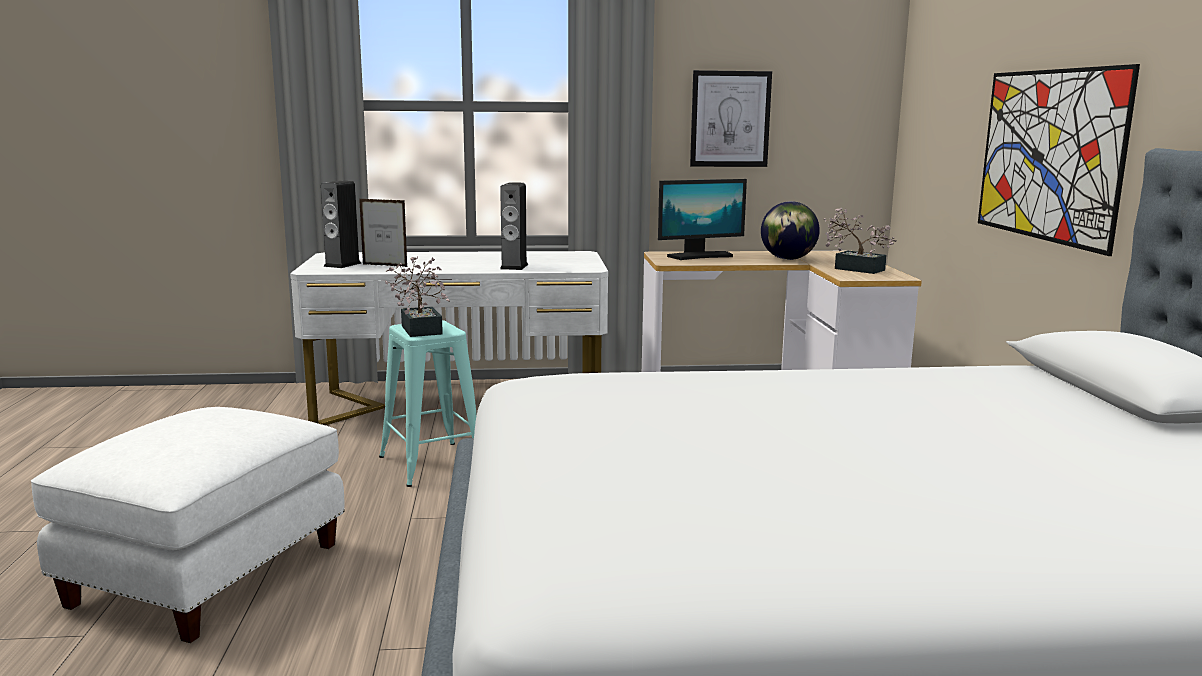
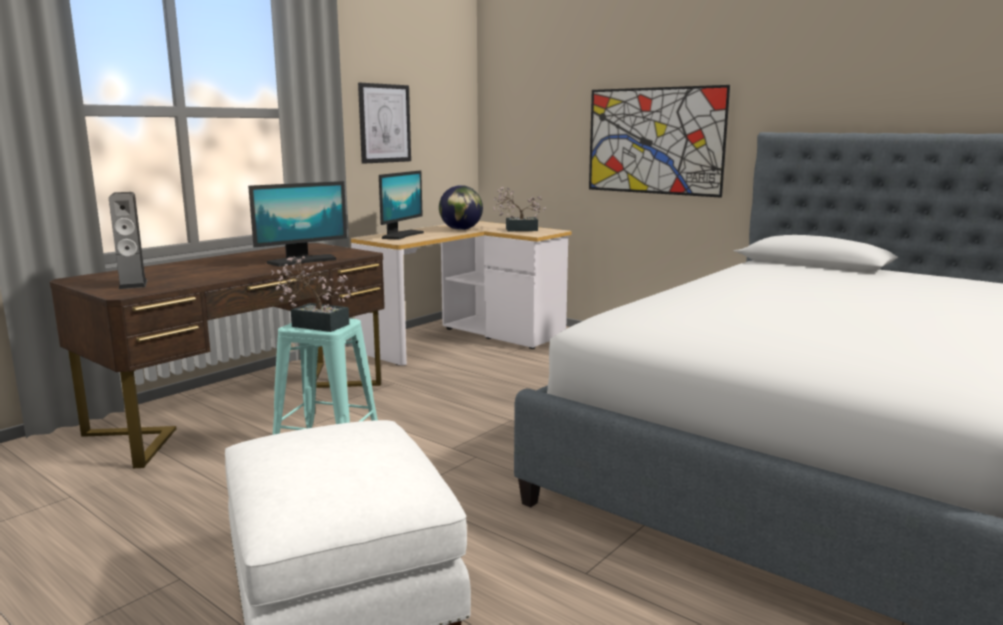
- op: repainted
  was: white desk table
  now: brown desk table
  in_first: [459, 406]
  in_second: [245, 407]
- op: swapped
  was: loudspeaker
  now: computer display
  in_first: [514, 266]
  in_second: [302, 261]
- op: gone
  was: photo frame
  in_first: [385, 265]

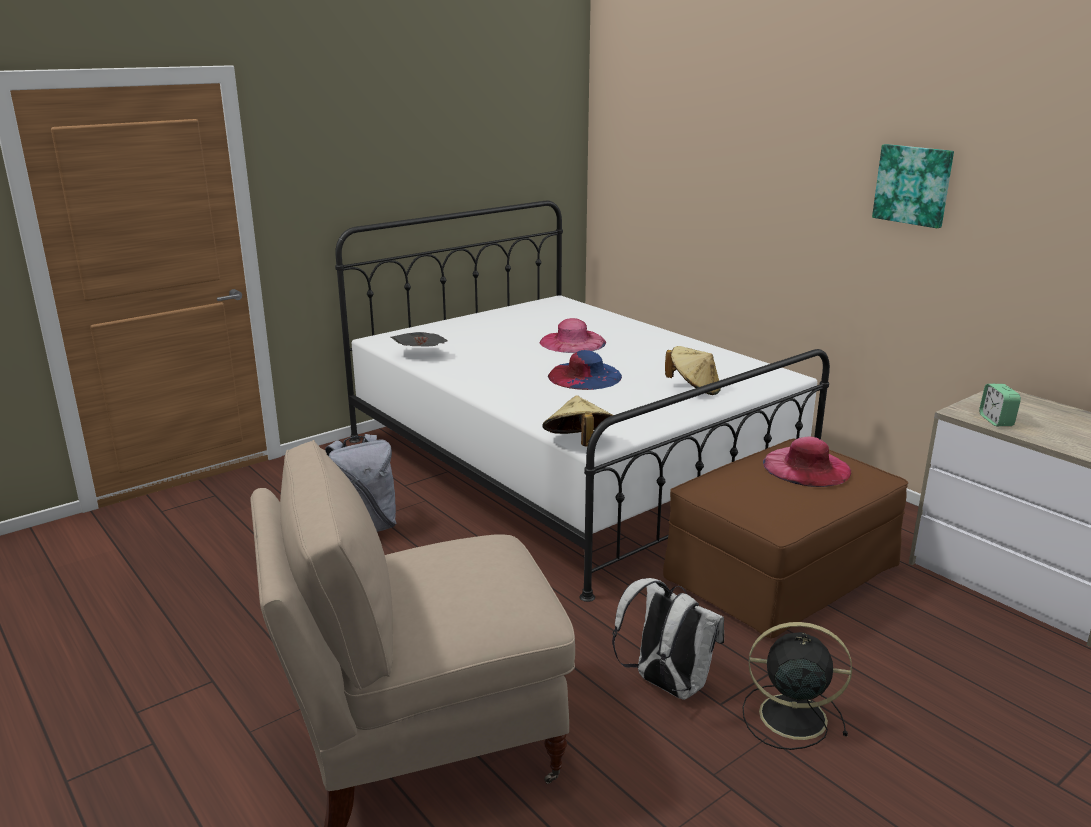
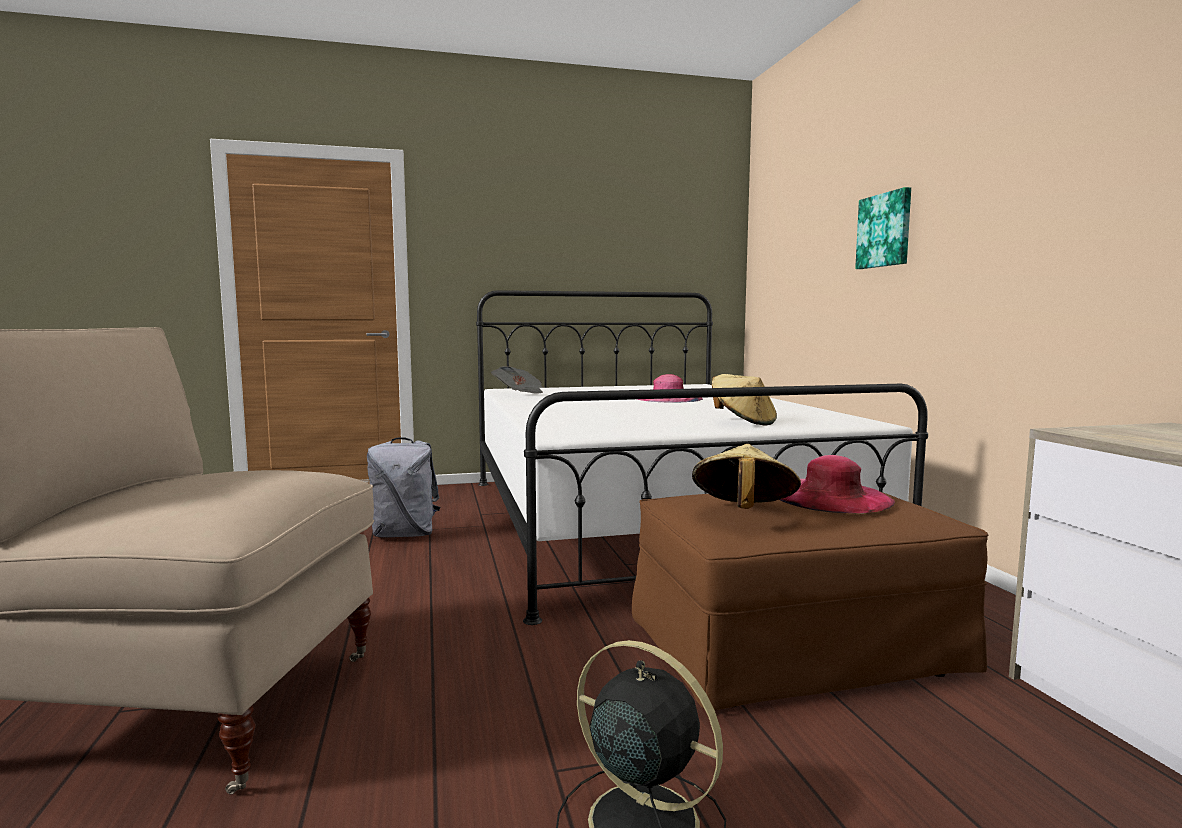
- op: shifted
  was: beige wearable hat
  in_first: [578, 444]
  in_second: [743, 512]
- op: shifted
  was: wall art
  in_first: [913, 185]
  in_second: [885, 230]
- op: gone
  was: bluish wearable hat
  in_first: [585, 376]
- op: gone
  was: white knapsack
  in_first: [666, 685]
- op: gone
  was: bedside clock
  in_first: [996, 421]

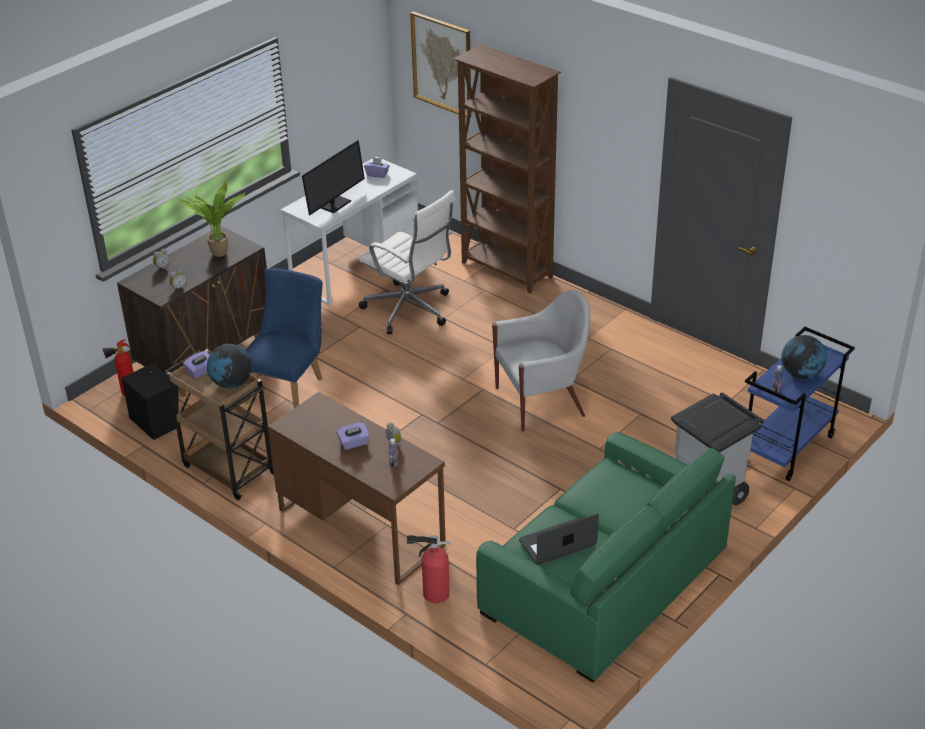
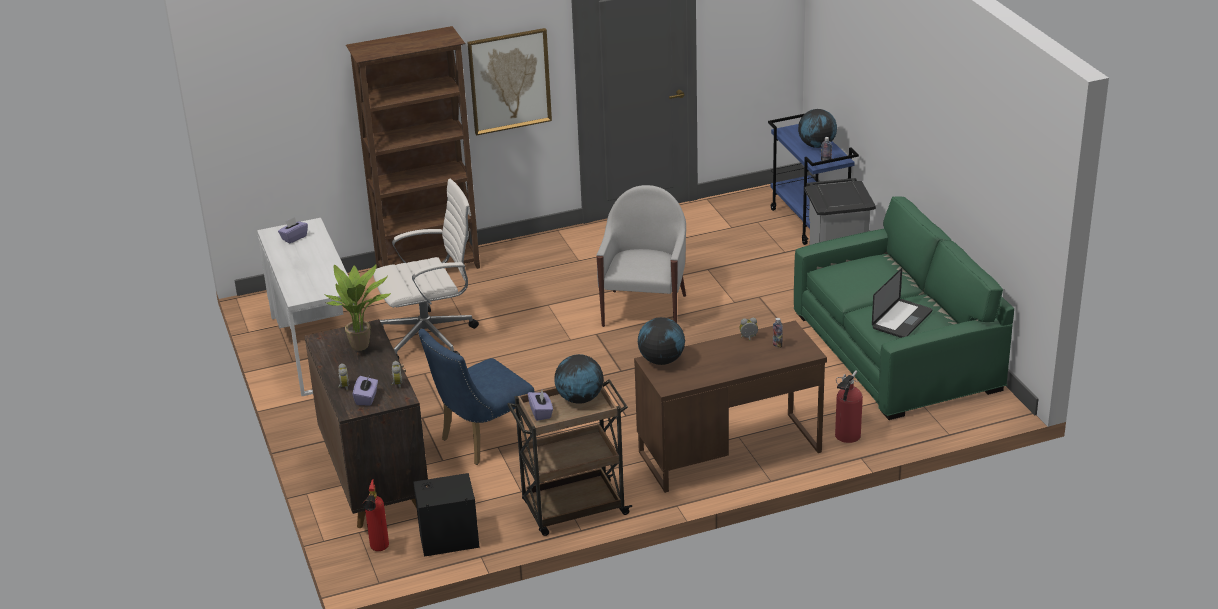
- op: shifted
  was: purple-coloured tissue holder
  in_first: [354, 443]
  in_second: [367, 398]
- op: rotated
  was: bluish plain chair
  in_first: [289, 388]
  in_second: [481, 440]
  clockwise: -90
- op: shifted
  was: wall art
  in_first: [442, 64]
  in_second: [509, 81]
- op: new
  now: globe
  in_second: [661, 360]
- op: rotated
  was: portable computer
  in_first: [557, 543]
  in_second: [902, 320]
  clockwise: -150
- op: gone
  was: computer display
  in_first: [332, 203]

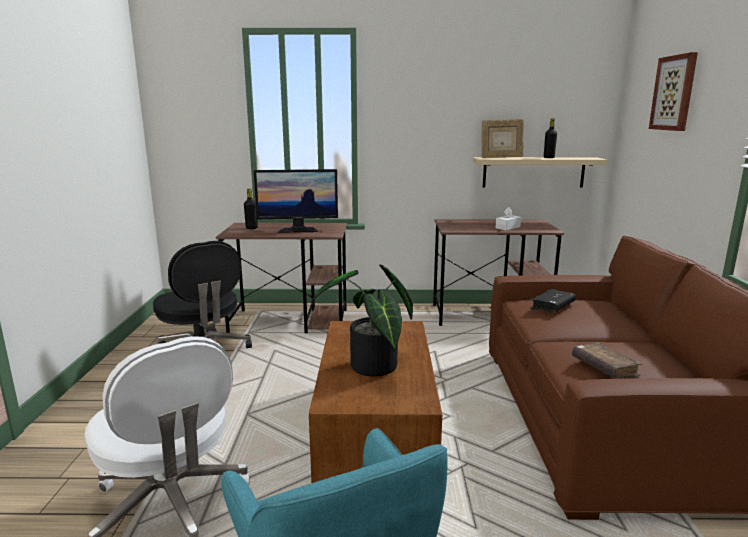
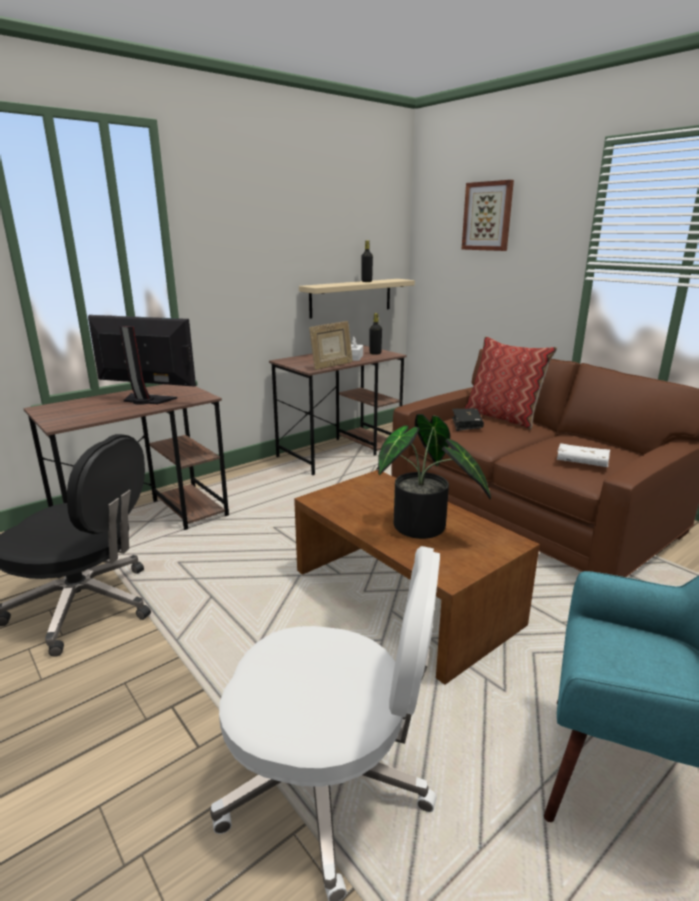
- op: rotated
  was: computer display
  in_first: [298, 230]
  in_second: [146, 400]
  clockwise: -120
- op: shifted
  was: photo frame
  in_first: [501, 157]
  in_second: [332, 366]
- op: shifted
  was: black drink bottle
  in_first: [251, 228]
  in_second: [375, 353]
- op: new
  now: cushion
  in_second: [503, 417]
- op: repainted
  was: brown bound book
  now: white bound book
  in_first: [604, 368]
  in_second: [581, 462]

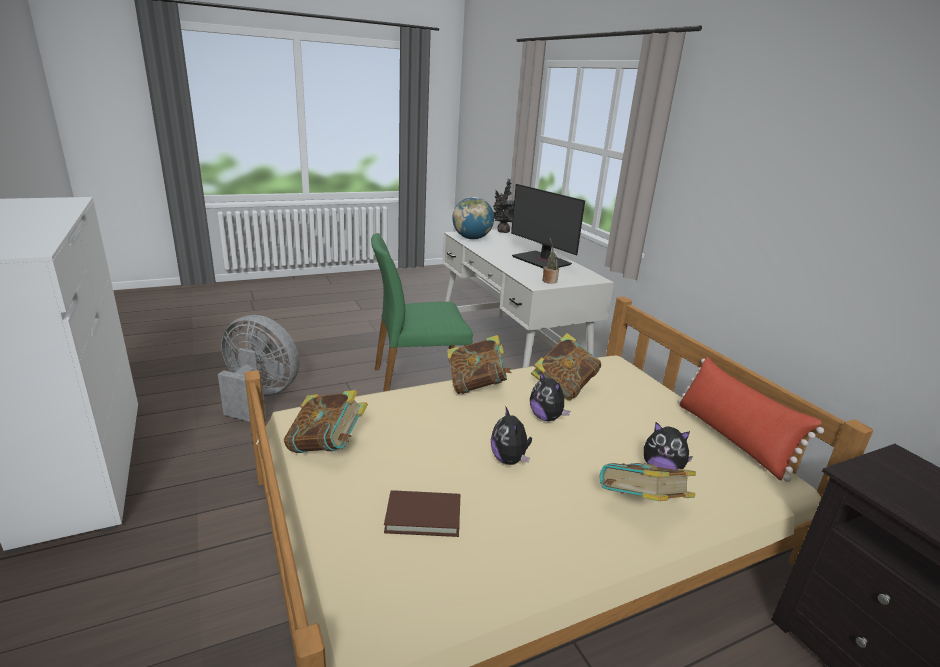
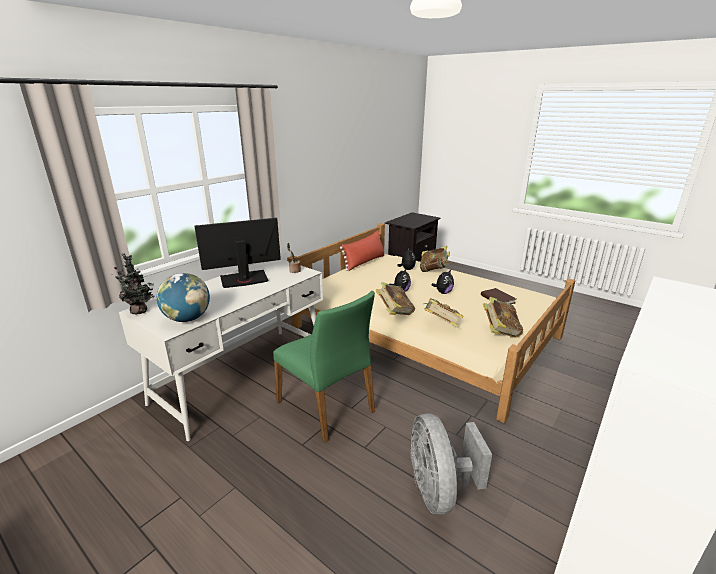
- op: rotated
  was: computer display
  in_first: [542, 261]
  in_second: [244, 279]
  clockwise: -135
- op: shifted
  was: bound book
  in_first: [563, 387]
  in_second: [441, 325]

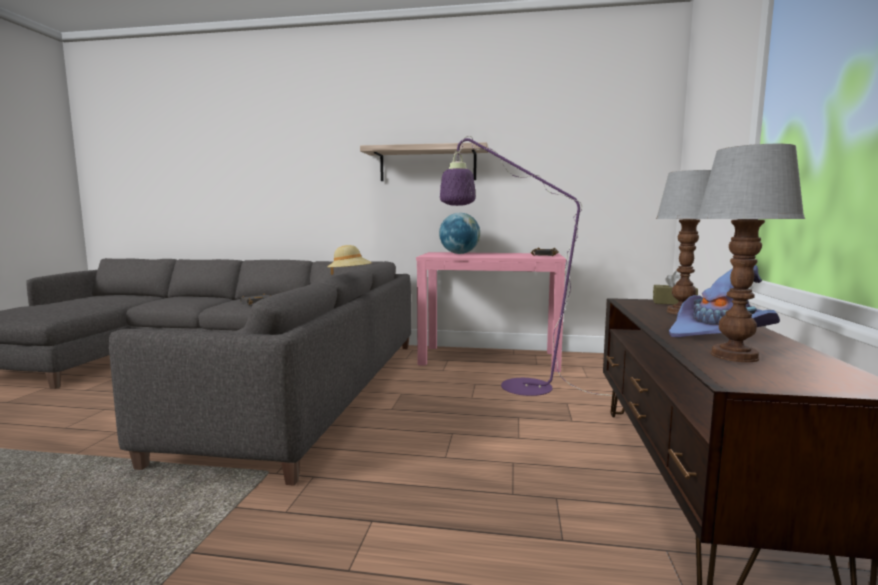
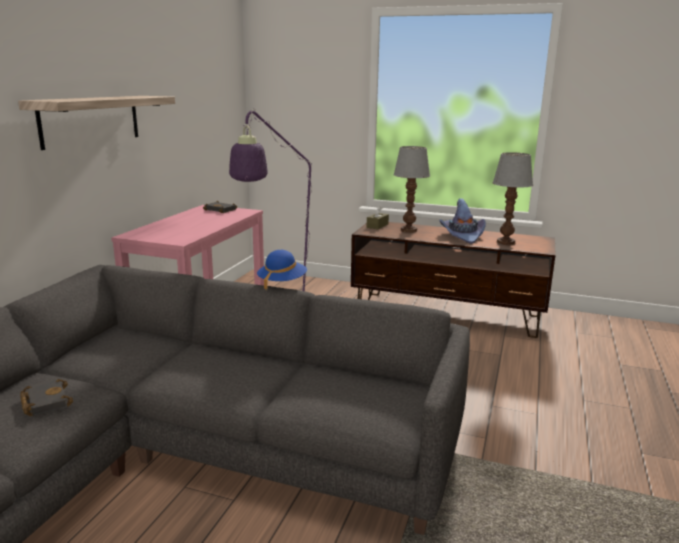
- op: repainted
  was: beige wearable hat
  now: bluish wearable hat
  in_first: [350, 276]
  in_second: [282, 283]
- op: gone
  was: globe
  in_first: [459, 253]

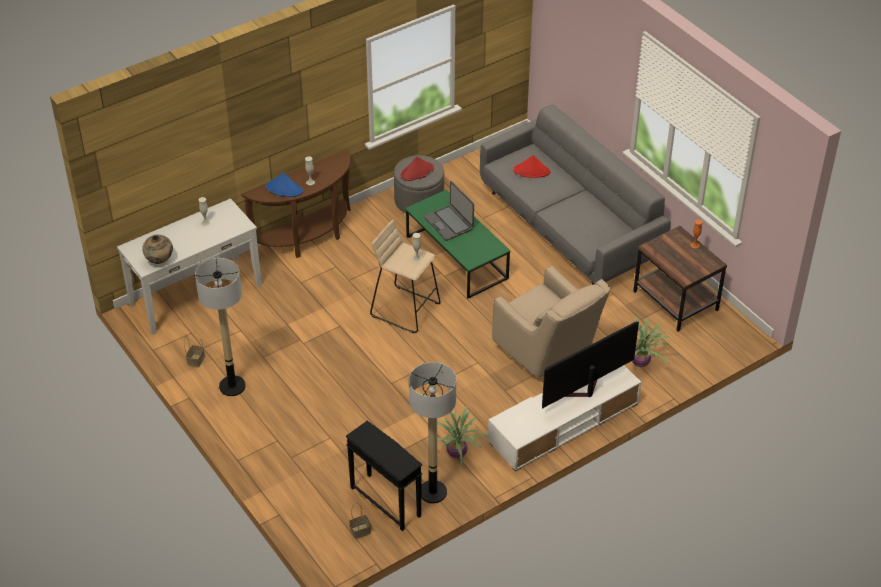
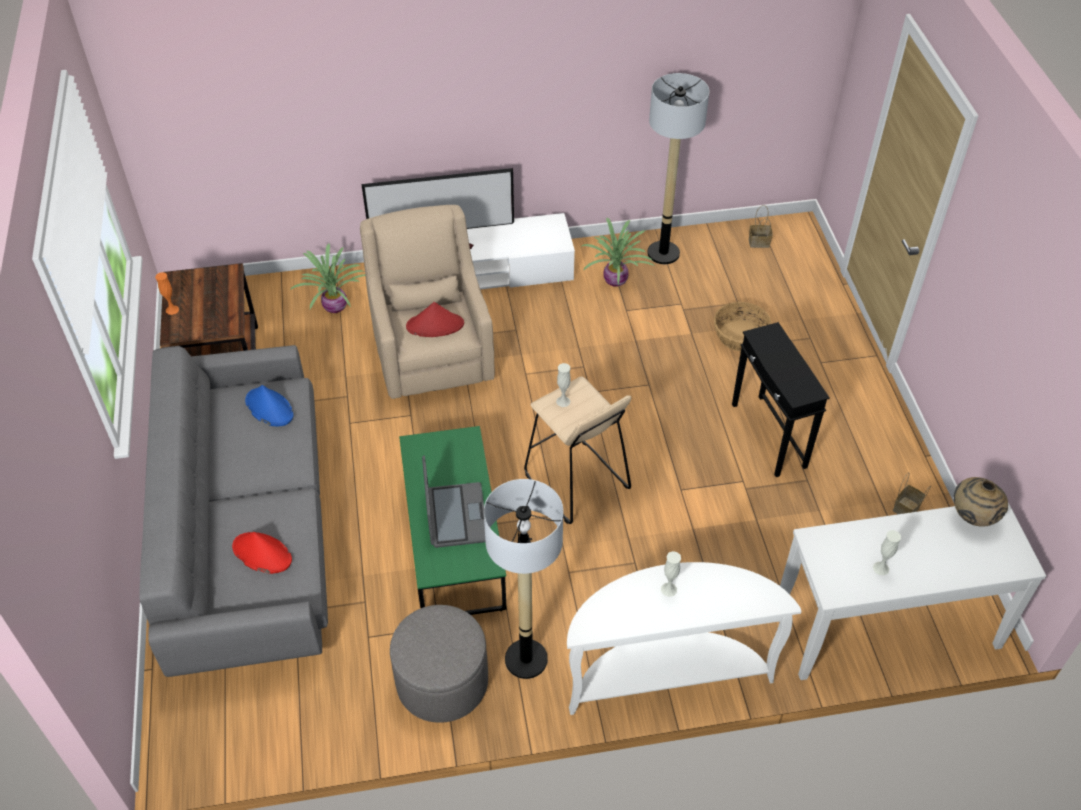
- op: shifted
  was: bluish wearable hat
  in_first: [284, 189]
  in_second: [269, 408]
- op: shifted
  was: reddish wearable hat
  in_first: [417, 172]
  in_second: [435, 325]
- op: shifted
  was: floor lamp
  in_first: [232, 386]
  in_second: [526, 659]
- op: repainted
  was: brown console table
  now: white console table
  in_first: [308, 238]
  in_second: [666, 673]
- op: new
  now: storage basket
  in_second: [740, 335]
- op: shifted
  was: black side table
  in_first: [385, 501]
  in_second: [768, 436]

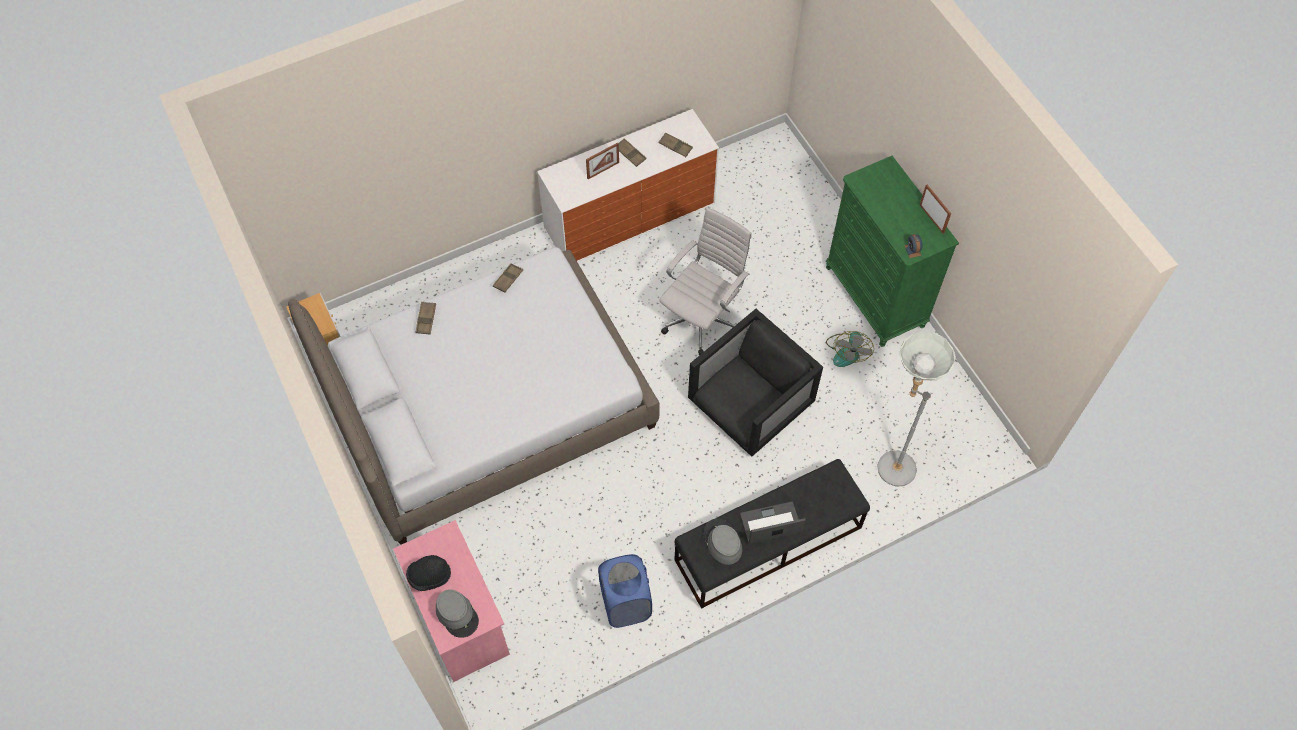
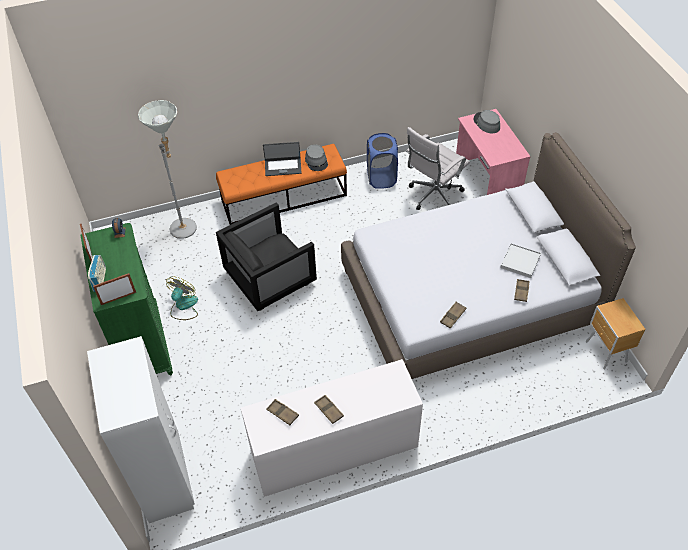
- op: new
  now: white wardrobe
  in_second: [165, 477]
- op: new
  now: radio set
  in_second: [100, 280]
- op: shifted
  was: photo frame
  in_first: [603, 170]
  in_second: [118, 298]
- op: repainted
  was: black indoor bench
  now: orange indoor bench
  in_first: [768, 544]
  in_second: [284, 198]
- op: shifted
  was: white desk chair
  in_first: [702, 319]
  in_second: [433, 196]
- op: new
  now: white carrying tray
  in_second: [520, 261]
- op: gone
  was: black wearable hat
  in_first: [429, 576]

